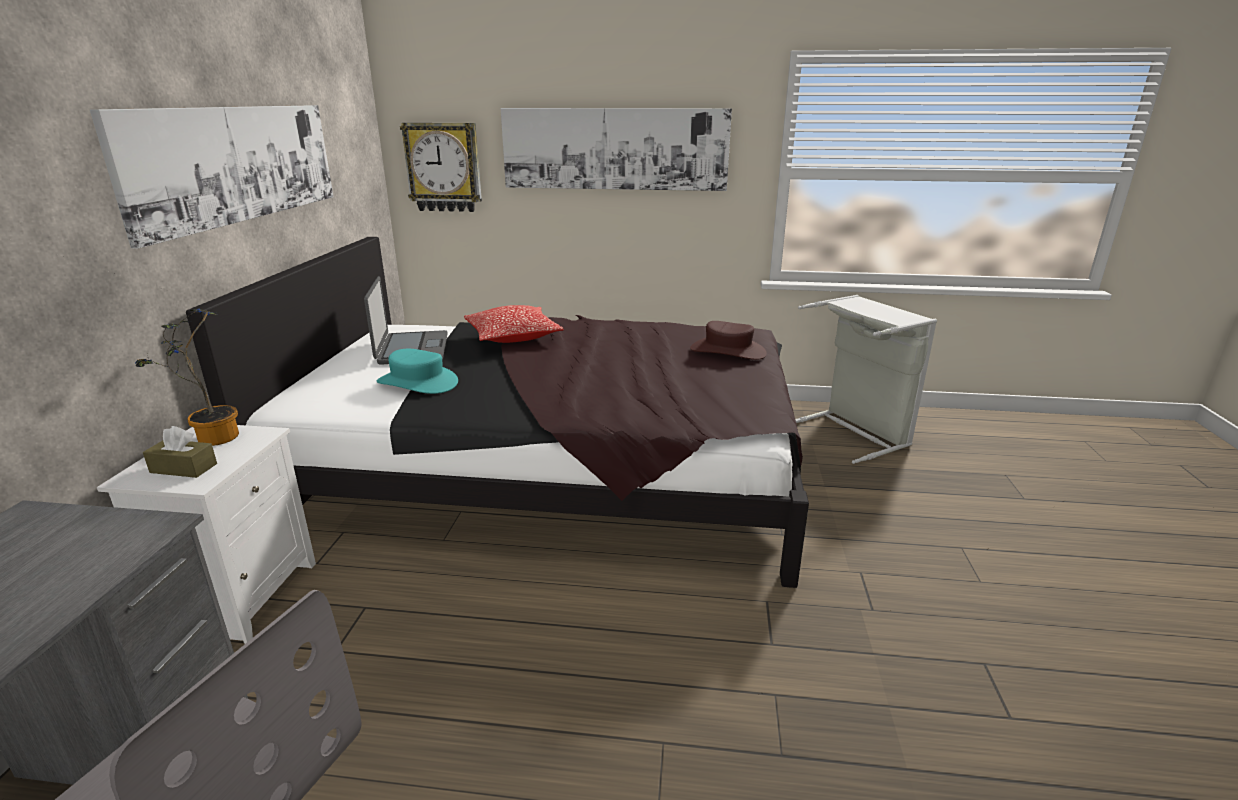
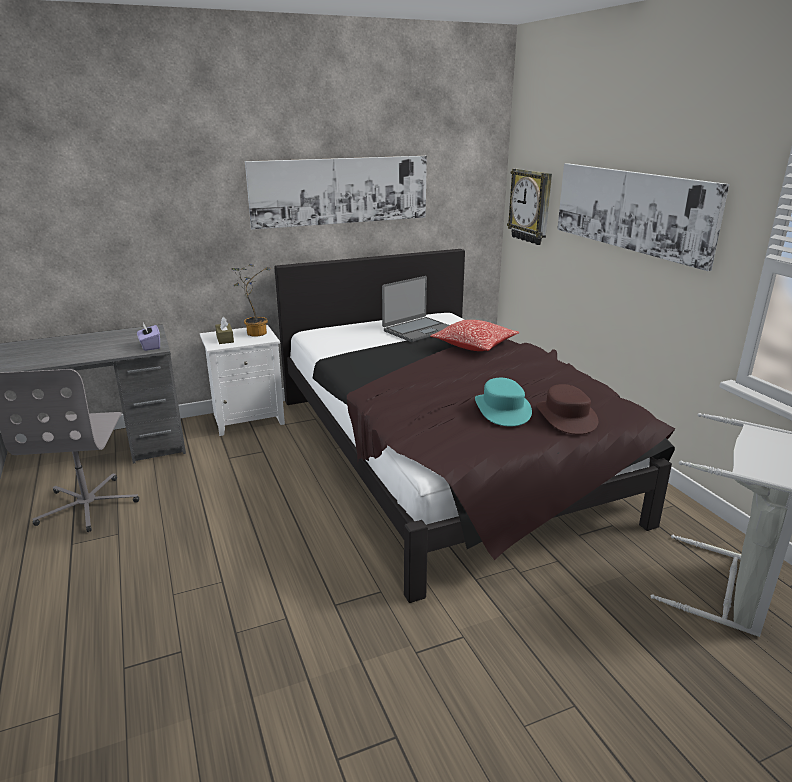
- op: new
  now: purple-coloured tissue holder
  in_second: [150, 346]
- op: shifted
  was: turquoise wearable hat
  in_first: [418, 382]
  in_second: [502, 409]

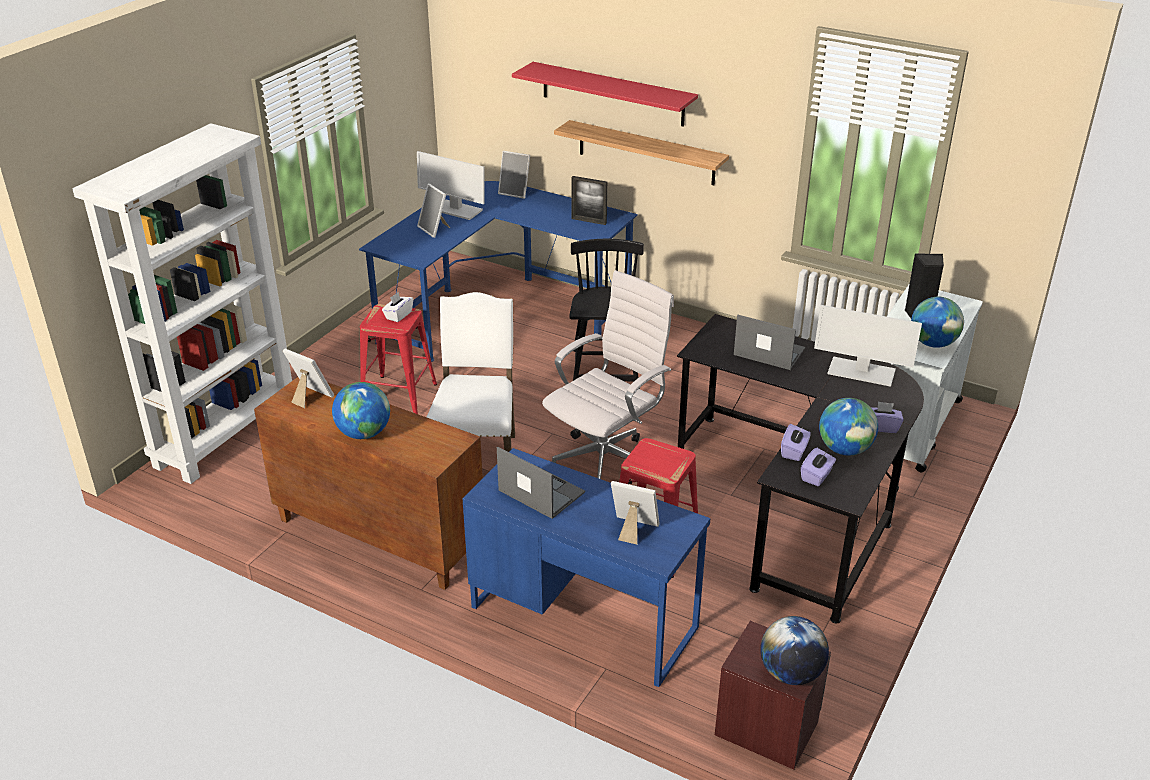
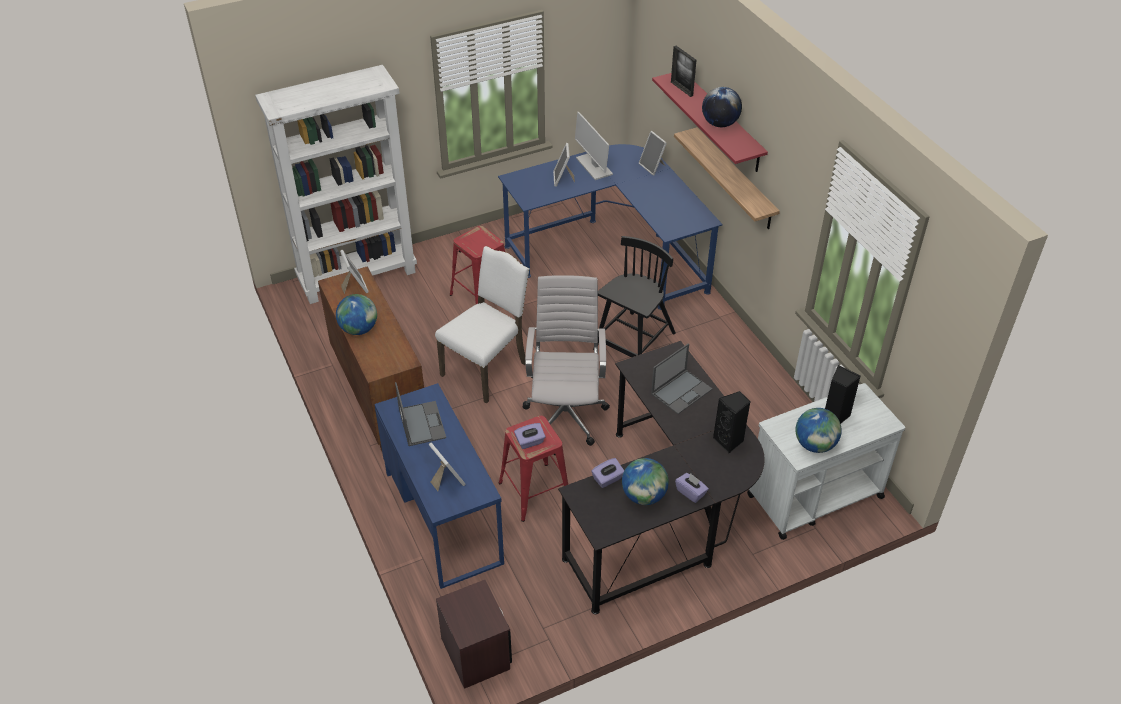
- op: shifted
  was: purple-coloured tissue holder
  in_first: [816, 476]
  in_second: [530, 442]
- op: rotated
  was: white desk chair
  in_first: [607, 462]
  in_second: [566, 414]
  clockwise: -75
- op: rotated
  was: portable computer
  in_first: [768, 352]
  in_second: [681, 391]
  clockwise: 75
- op: shifted
  was: photo frame
  in_first: [589, 221]
  in_second: [681, 89]
- op: shifted
  was: globe
  in_first: [791, 673]
  in_second: [720, 124]
- op: swapped
  was: computer display
  now: black loudspeaker
  in_first: [860, 372]
  in_second: [729, 441]
- op: gone
  was: white tissue holder
  in_first: [398, 315]

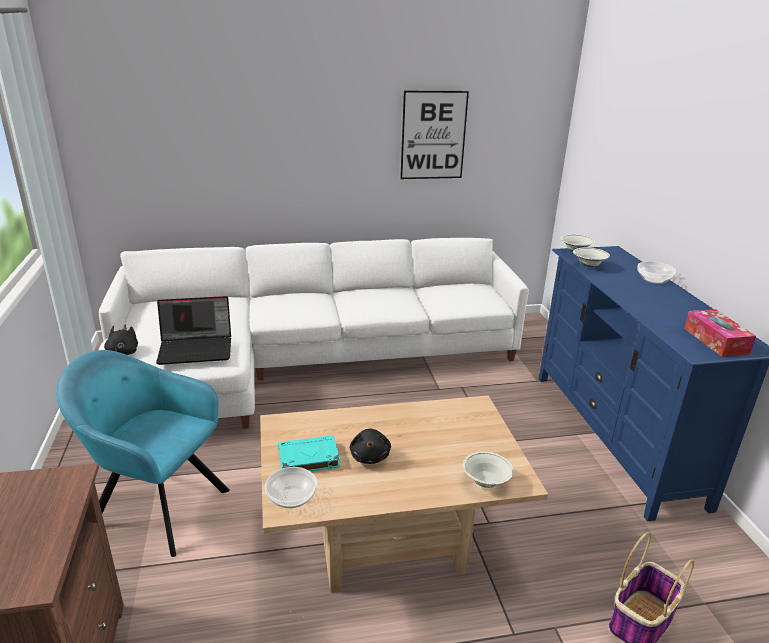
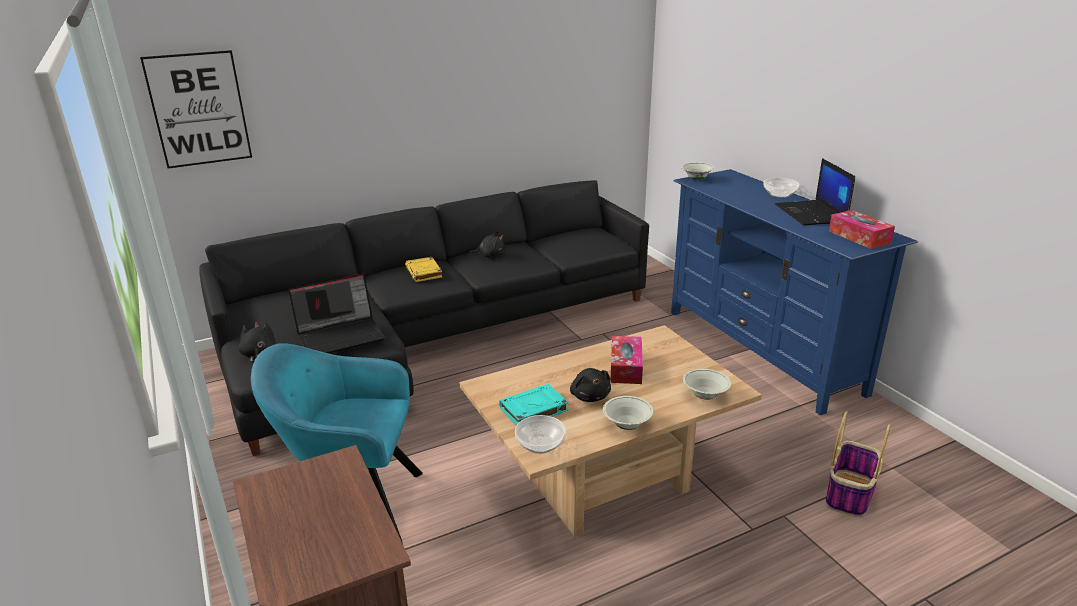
- op: shifted
  was: wall art
  in_first: [433, 135]
  in_second: [199, 109]
- op: repainted
  was: white sofa
  now: black sofa
  in_first: [301, 361]
  in_second: [425, 338]
- op: new
  now: yellow bound book
  in_second: [424, 272]
- op: new
  now: black plush toy
  in_second: [490, 255]
- op: shifted
  was: white bowl
  in_first: [589, 266]
  in_second: [627, 425]
- op: new
  now: tissue holder
  in_second: [626, 367]
- op: new
  now: portable computer
  in_second: [811, 214]

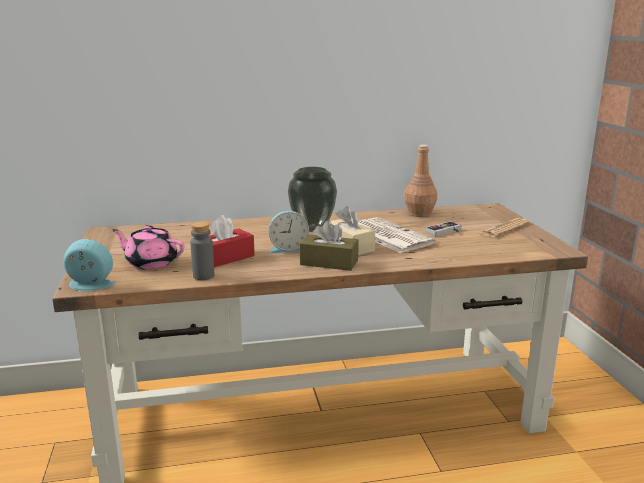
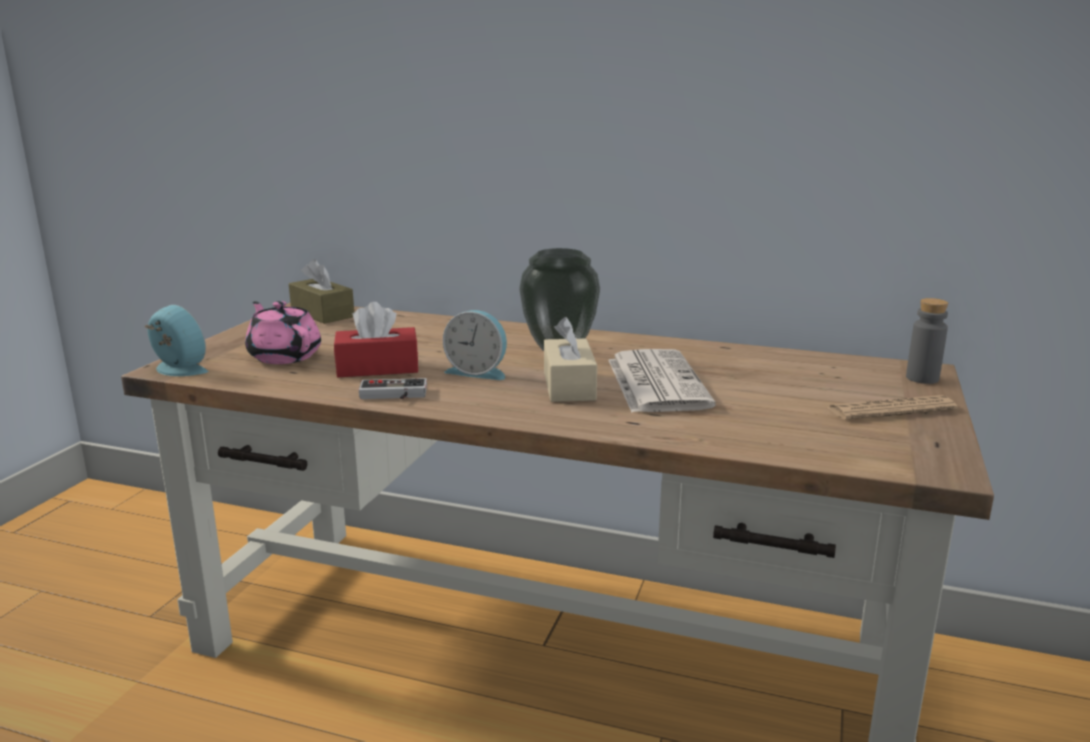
- op: shifted
  was: brown tissue holder
  in_first: [329, 262]
  in_second: [322, 313]
- op: shifted
  was: gamepad
  in_first: [445, 232]
  in_second: [393, 395]
- op: shifted
  was: greyish drink bottle
  in_first: [203, 276]
  in_second: [922, 378]
- op: gone
  was: brown drink bottle
  in_first: [419, 214]

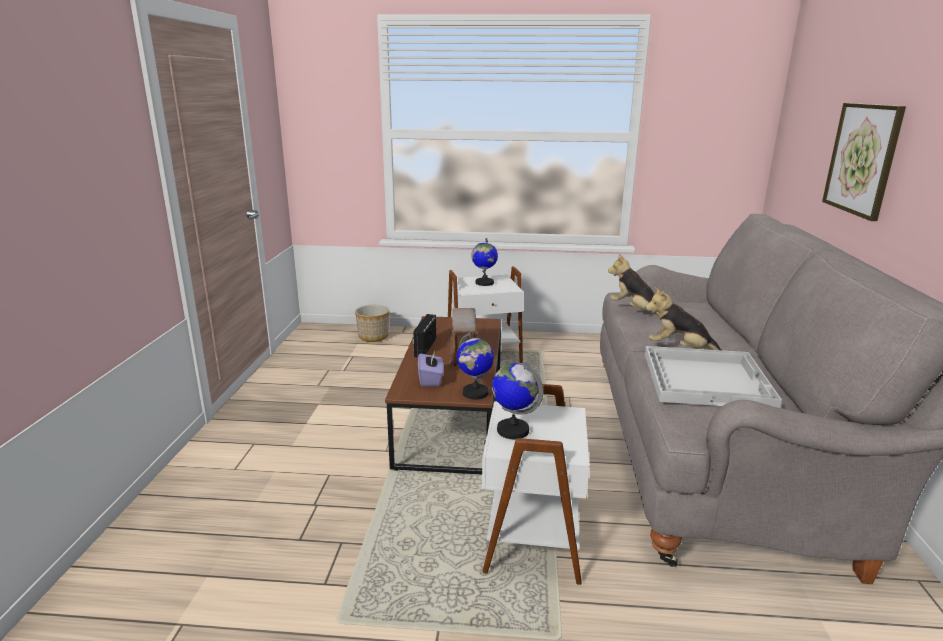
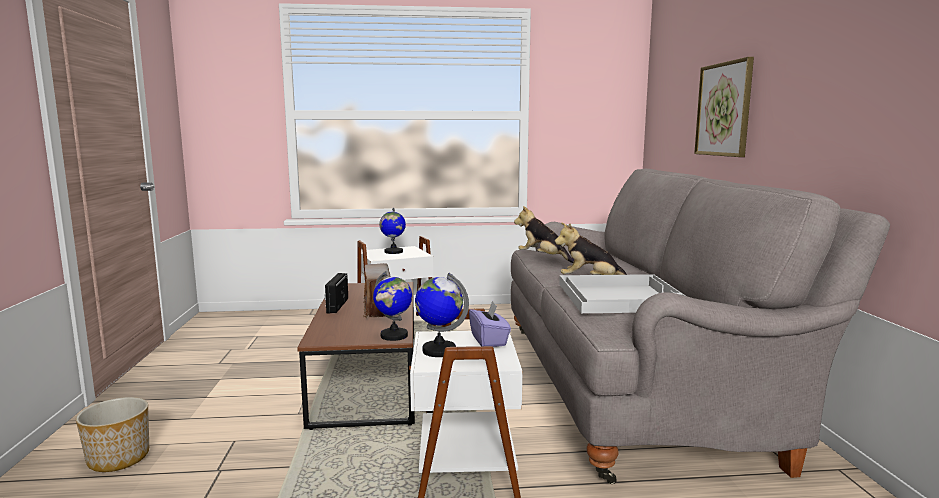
- op: shifted
  was: flower pot
  in_first: [373, 336]
  in_second: [119, 458]
- op: shifted
  was: purple-coloured tissue holder
  in_first: [431, 379]
  in_second: [489, 340]

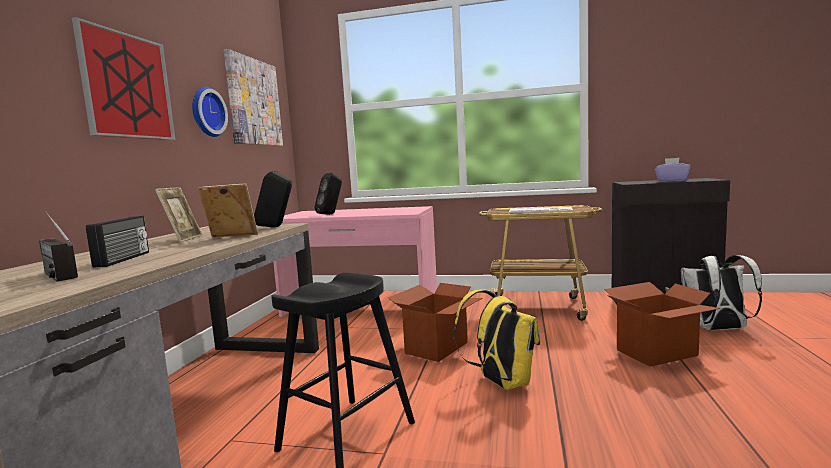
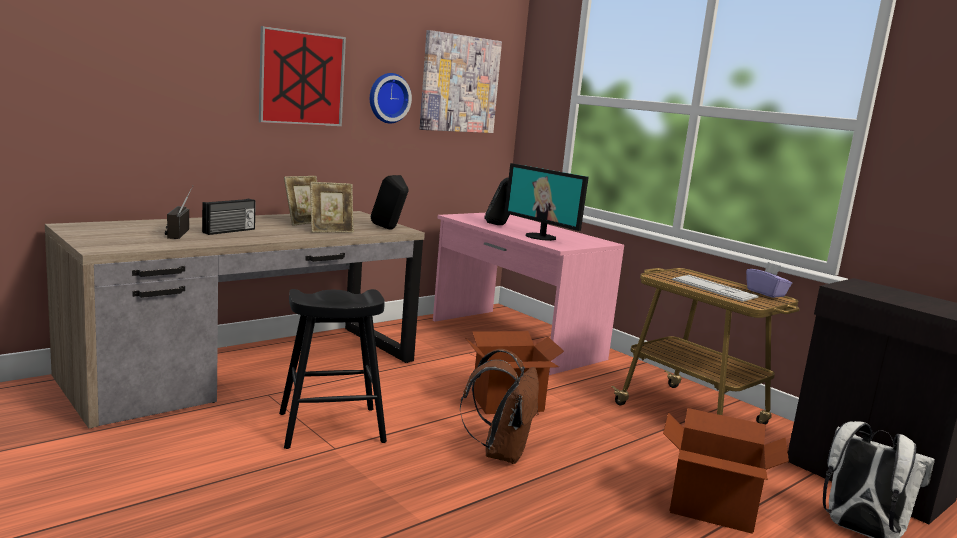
- op: rotated
  was: photo frame
  in_first: [231, 237]
  in_second: [331, 231]
  clockwise: 120
- op: repainted
  was: yellow knapsack
  now: brown knapsack
  in_first: [501, 383]
  in_second: [501, 453]
- op: new
  now: computer display
  in_second: [541, 237]
- op: shifted
  was: purple-coloured tissue holder
  in_first: [671, 181]
  in_second: [766, 293]

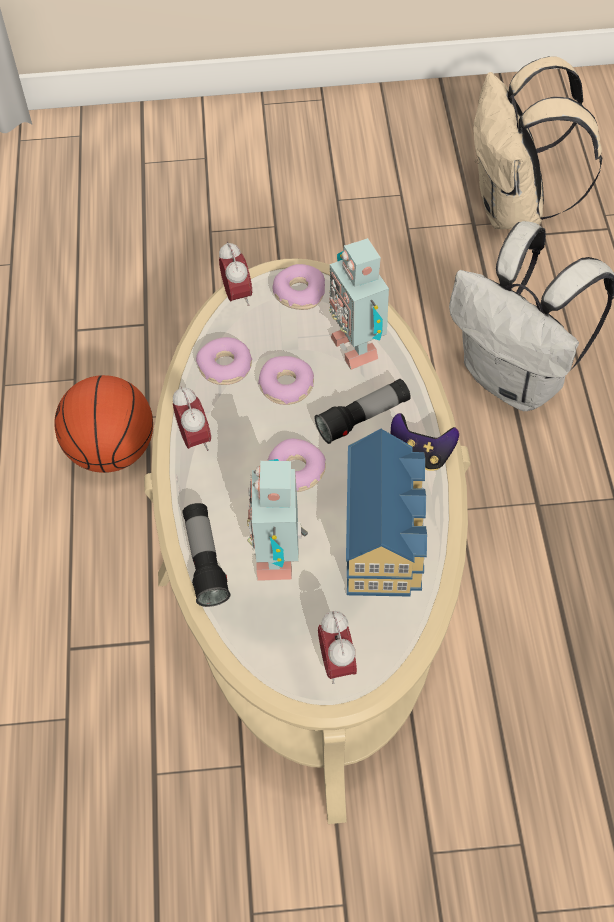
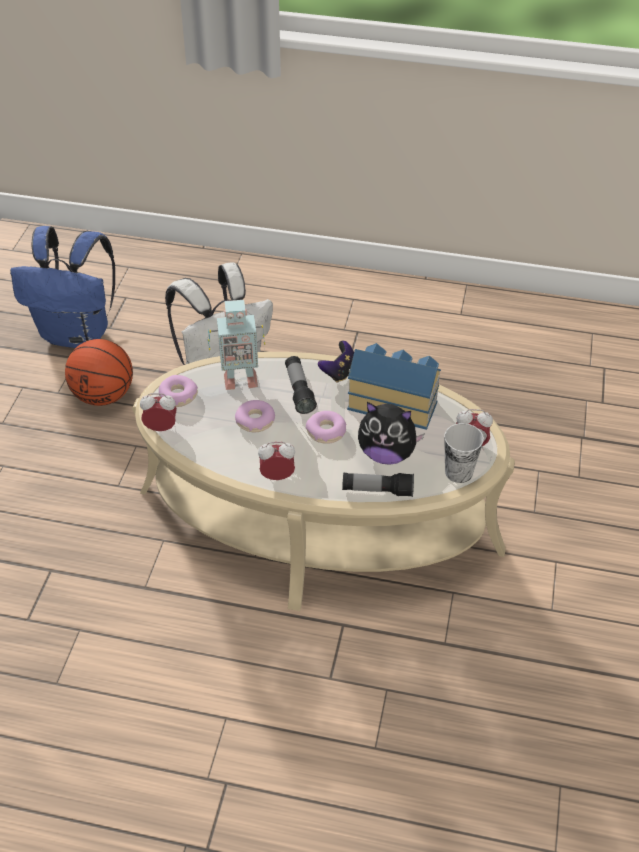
- op: repainted
  was: beige knapsack
  now: bluish knapsack
  in_first: [515, 208]
  in_second: [78, 334]
- op: shifted
  was: basketball ball
  in_first: [112, 451]
  in_second: [103, 395]
- op: swapped
  was: toy robot
  now: plush toy
  in_first: [279, 555]
  in_second: [386, 454]
- op: new
  now: drinking cup
  in_second: [458, 472]
- op: gone
  was: doughnut
  in_first: [225, 367]

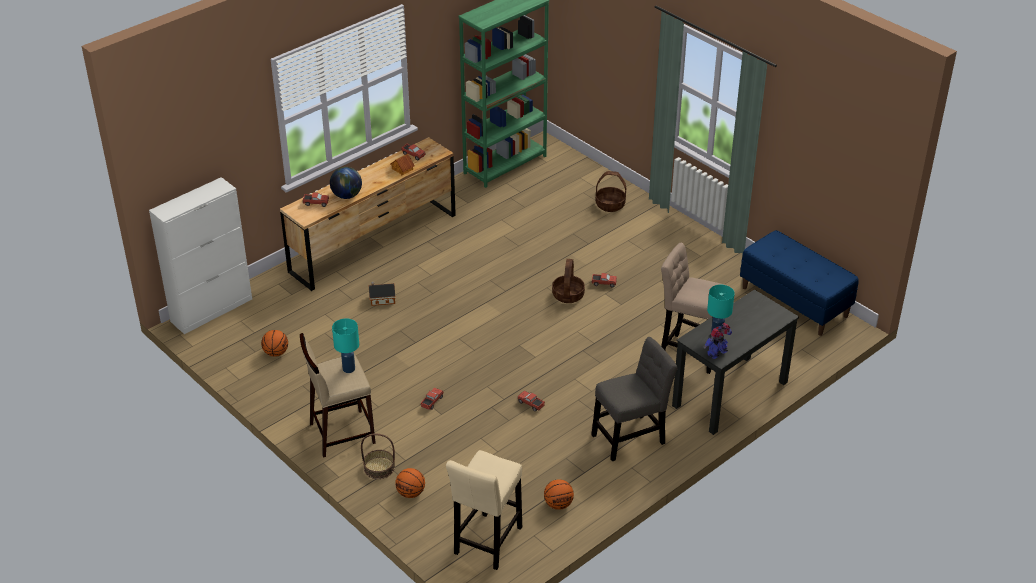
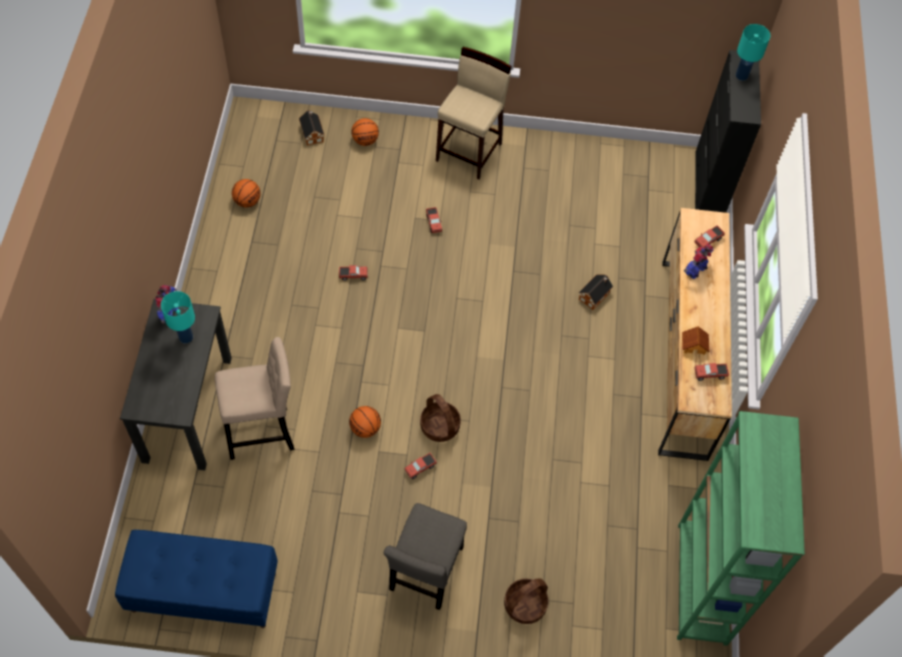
- op: new
  now: miniature house
  in_second: [312, 133]
- op: shifted
  was: basketball ball
  in_first: [276, 353]
  in_second: [365, 428]
- op: shifted
  was: greyish plain chair
  in_first: [631, 437]
  in_second: [425, 573]
- op: swapped
  was: globe
  now: toy robot
  in_first: [347, 195]
  in_second: [696, 271]
- op: repainted
  was: white cupboard
  now: black cupboard
  in_first: [212, 310]
  in_second: [708, 186]
- op: shifted
  was: turquoise tabletop lamp
  in_first: [348, 368]
  in_second: [742, 75]
- op: gone
  was: storage basket
  in_first: [379, 468]
- op: gone
  was: beige sitting stool
  in_first: [487, 543]

